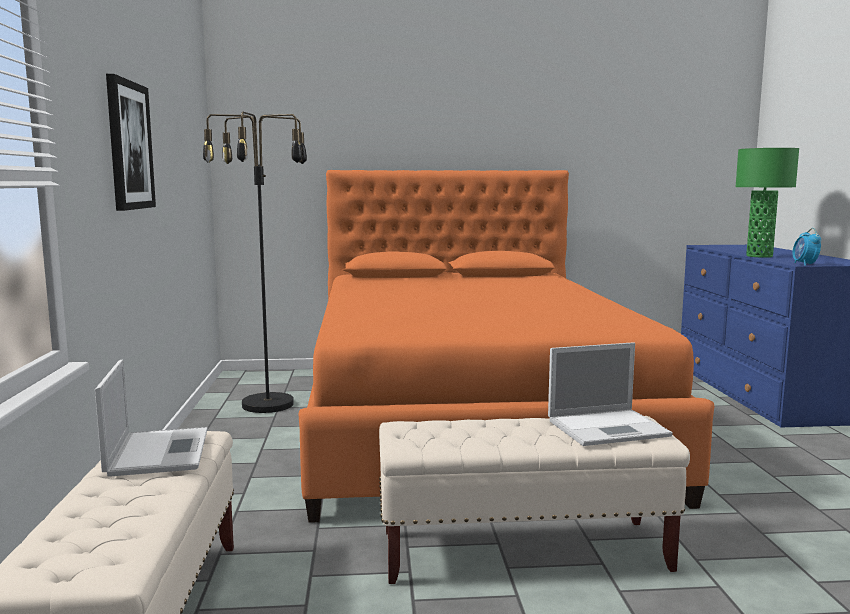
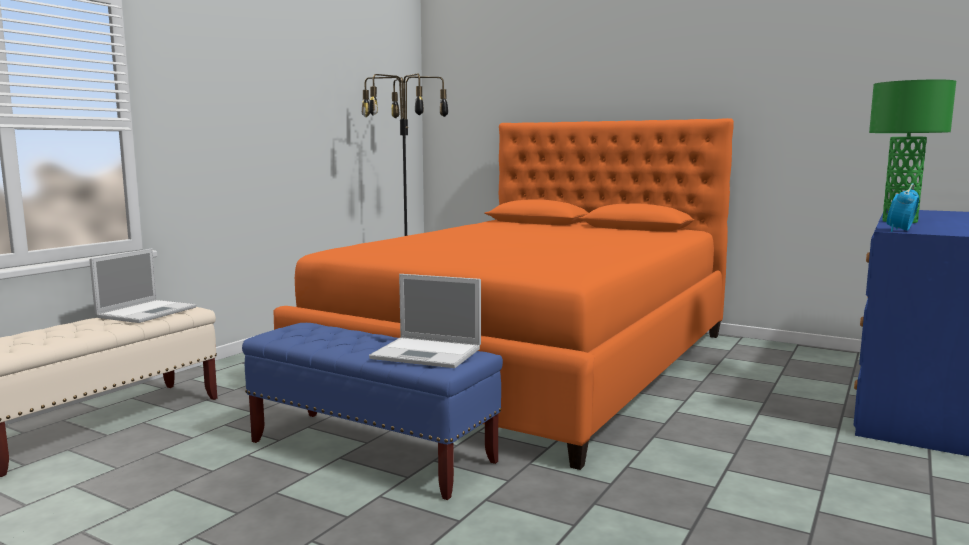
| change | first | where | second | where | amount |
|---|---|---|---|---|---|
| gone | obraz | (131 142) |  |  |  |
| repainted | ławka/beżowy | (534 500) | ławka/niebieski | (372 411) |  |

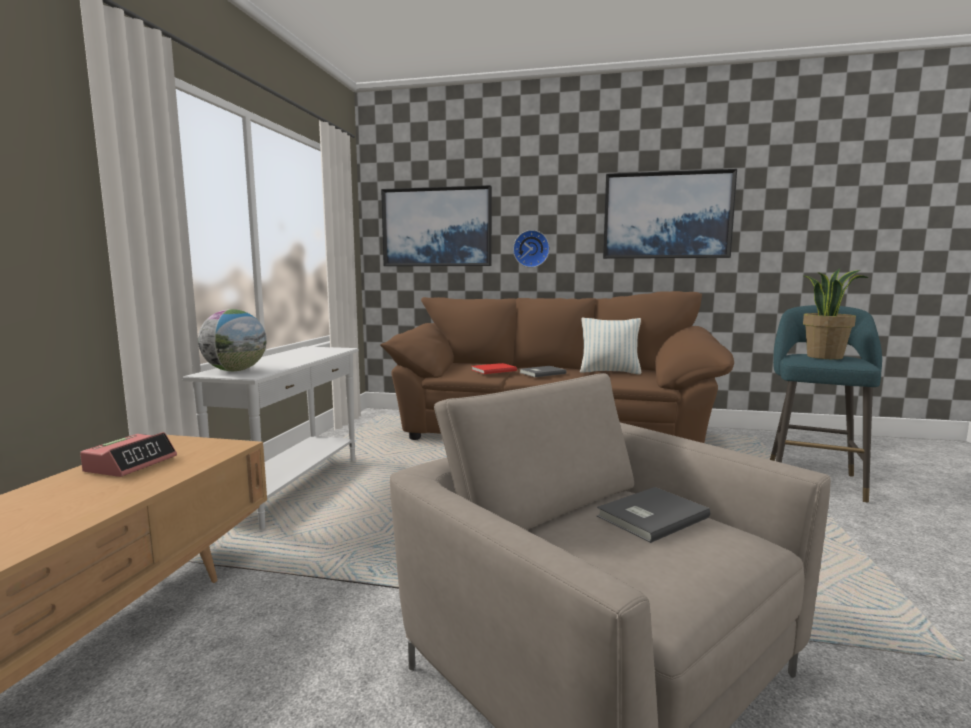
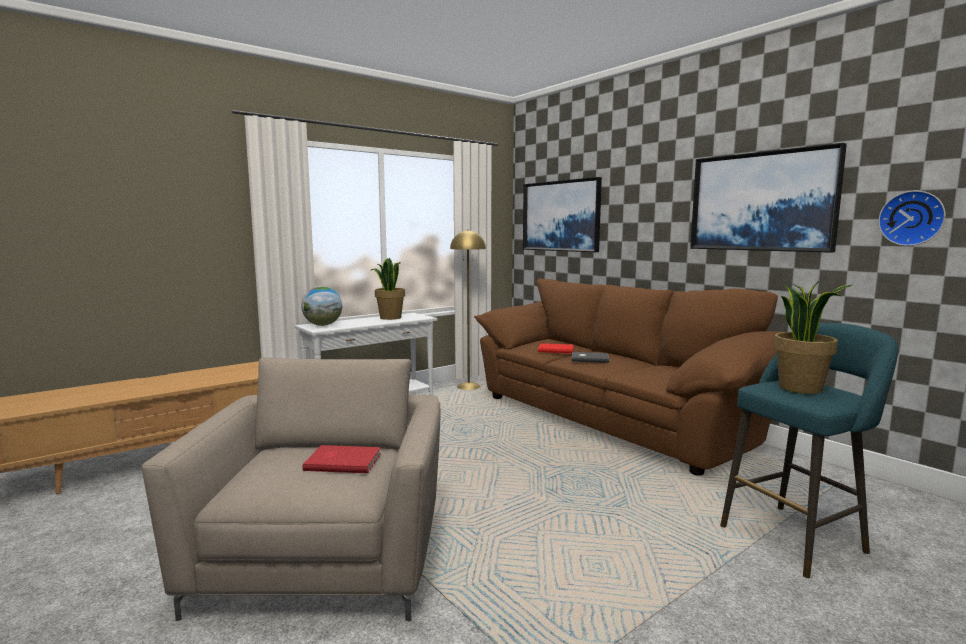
| change | first | where | second | where | amount |
|---|---|---|---|---|---|
| gone | budzik | (128 454) |  |  |  |
| shifted | zegar ścienny | (531 249) |  | (912 218) |  |
| gone | poduszka | (610 346) |  |  |  |
| repainted | książka/szary | (653 515) | książka/czerwony | (342 459) |  |
| new |  |  | roślina doniczkowa | (388 289) |  |
| new |  |  | lampa stojąca/żółty | (468 310) |  |

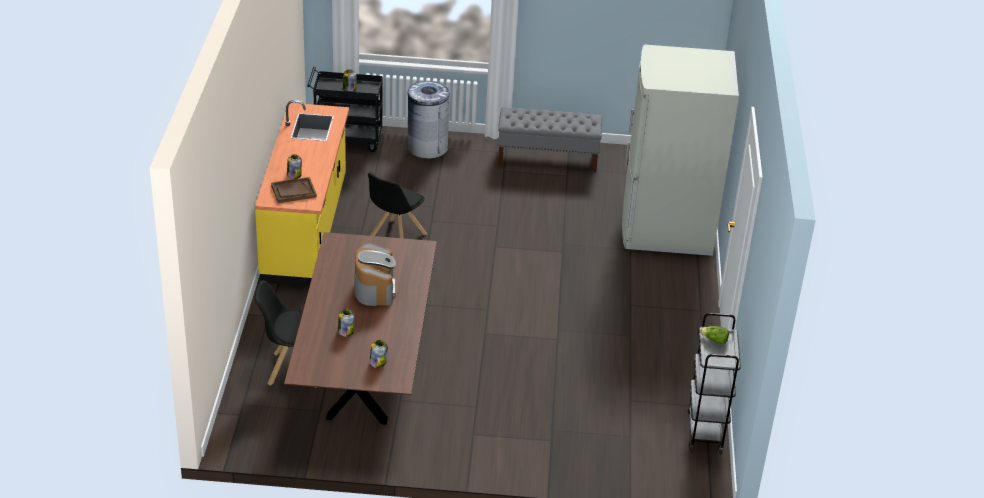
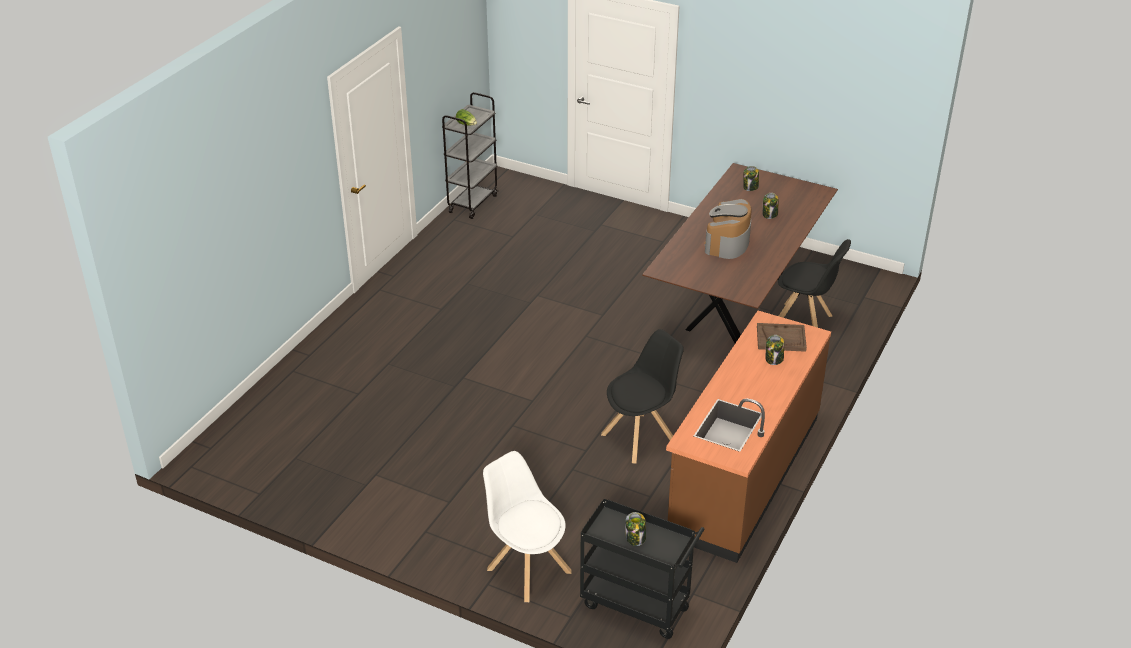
| change | first | where | second | where | amount |
|---|---|---|---|---|---|
| repainted | zabudowa kuchenna/żółty | (302 193) | zabudowa kuchenna/brązowy | (748 437) |  |
| swapped | kosz na śmieci/szary | (429 120) | krzesło/biały | (527 526) |  |
| gone | ławka/szary | (550 140) |  |  |  |
| gone | lodówka/biały | (680 150) |  |  |  |

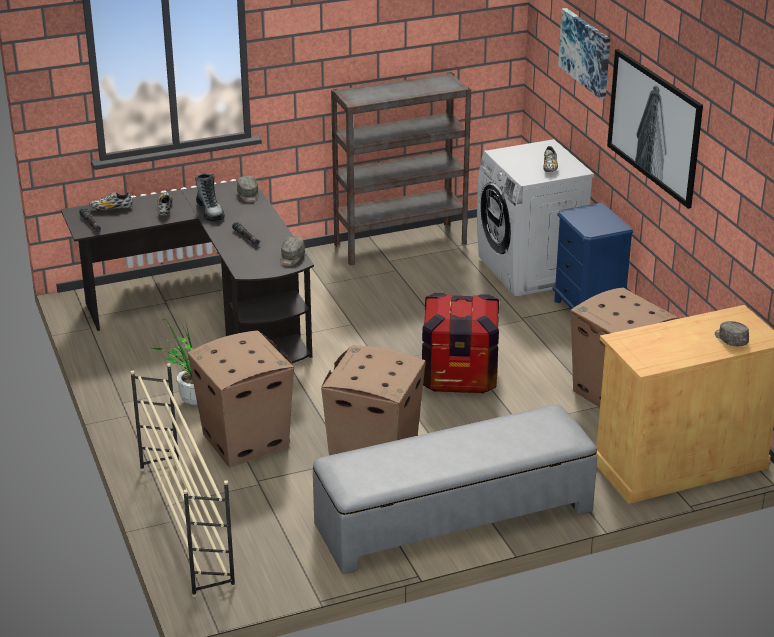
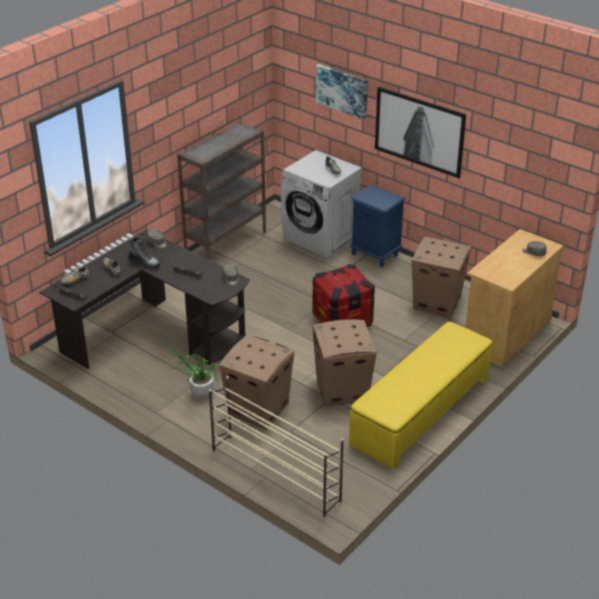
| change | first | where | second | where | amount |
|---|---|---|---|---|---|
| repainted | ławka/szary | (455 489) | ławka/żółty | (421 395) |  |

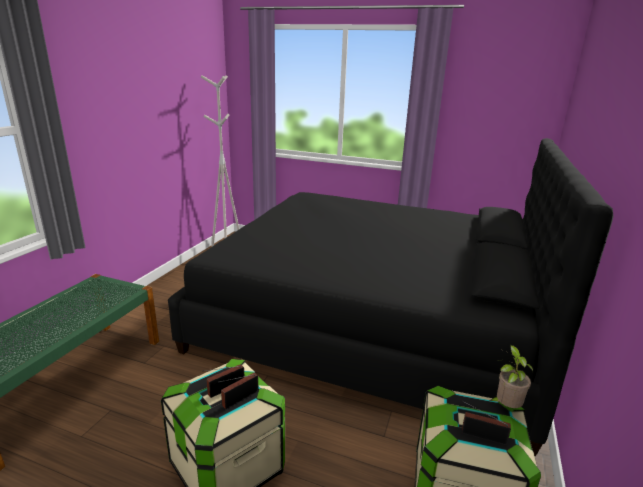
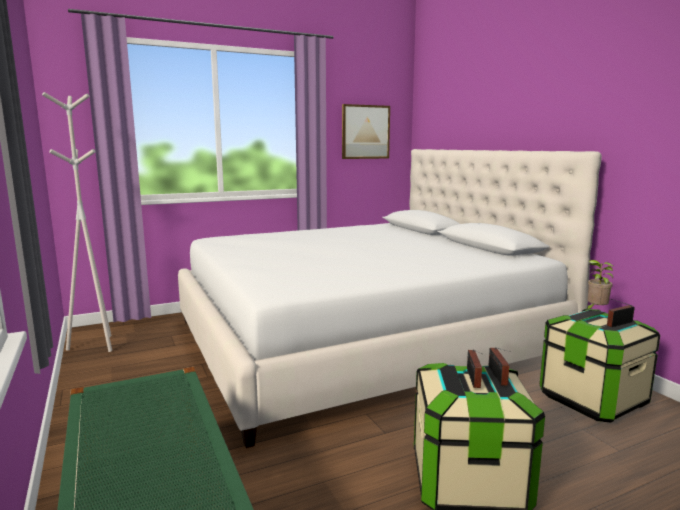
| change | first | where | second | where | amount |
|---|---|---|---|---|---|
| repainted | łóżko/czarny | (391 297) | łóżko/biały | (390 298) |  |
| new |  |  | obraz | (366 131) |  |

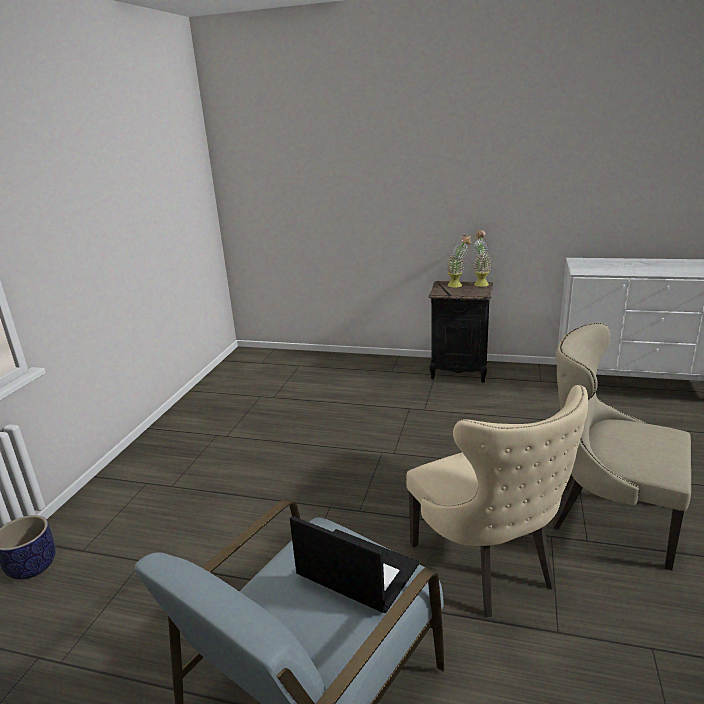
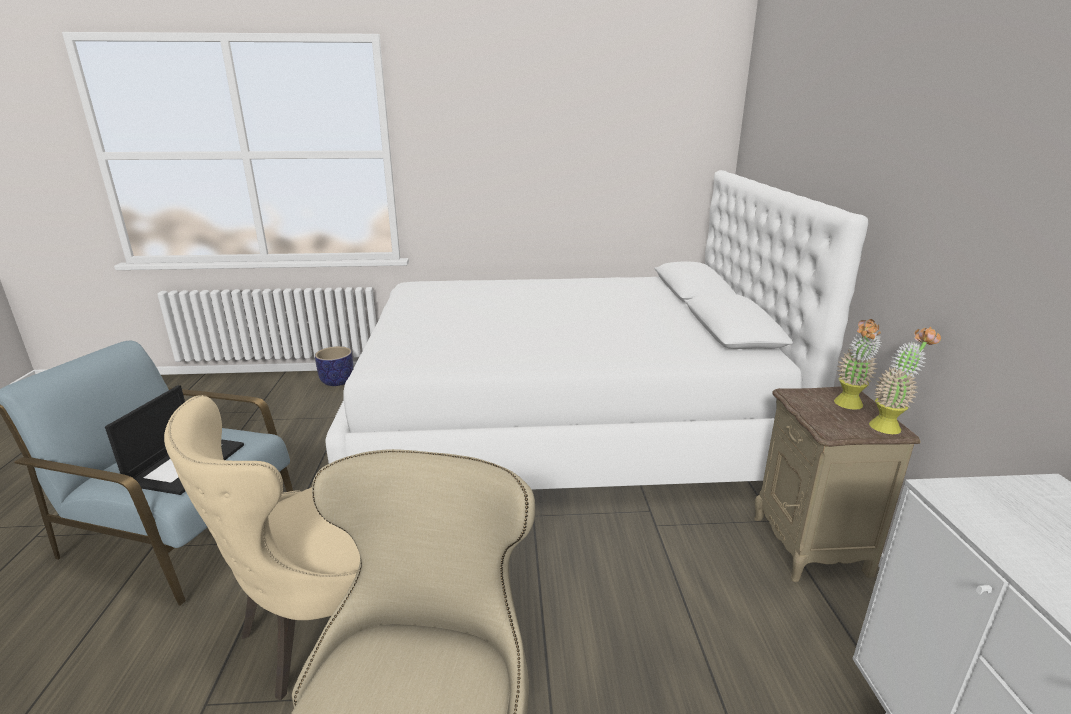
| change | first | where | second | where | amount |
|---|---|---|---|---|---|
| repainted | szafka nocna/czarny | (461 332) | szafka nocna/beżowy | (837 484) |  |
| new |  |  | łóżko/biały | (596 330) |  |

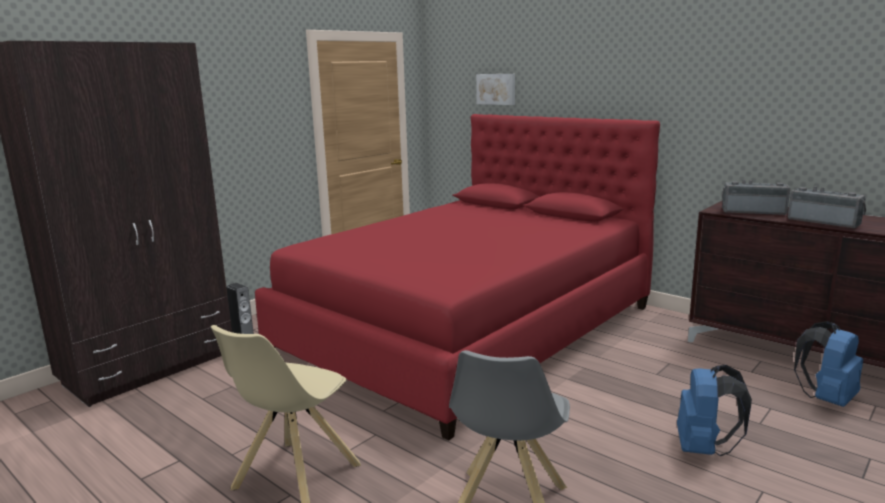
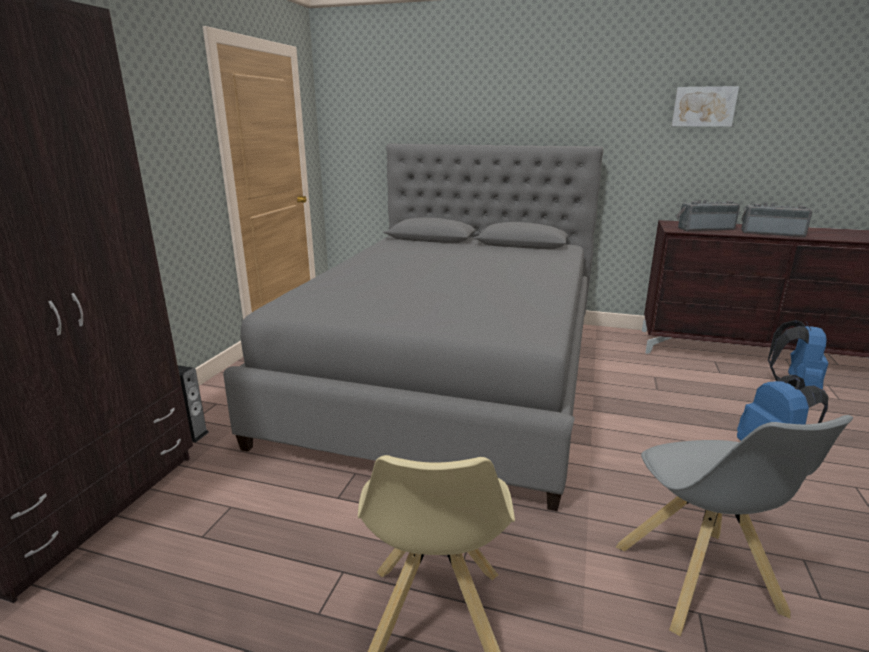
| change | first | where | second | where | amount |
|---|---|---|---|---|---|
| repainted | łóżko/czerwony | (457 277) | łóżko/szary | (413 327) |  |
| shifted | obraz | (495 89) |  | (705 106) |  |

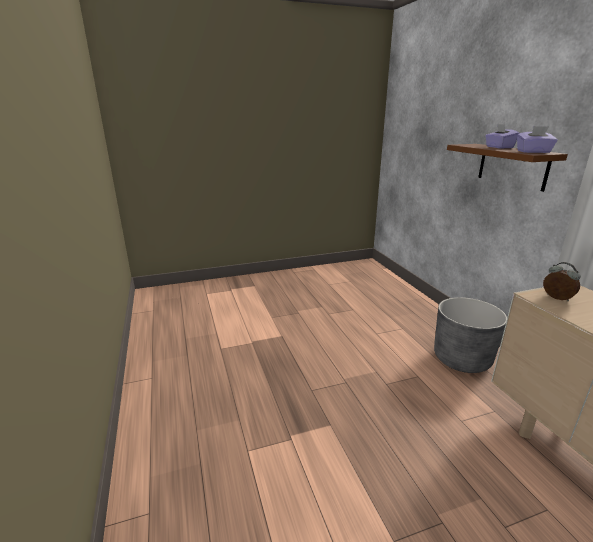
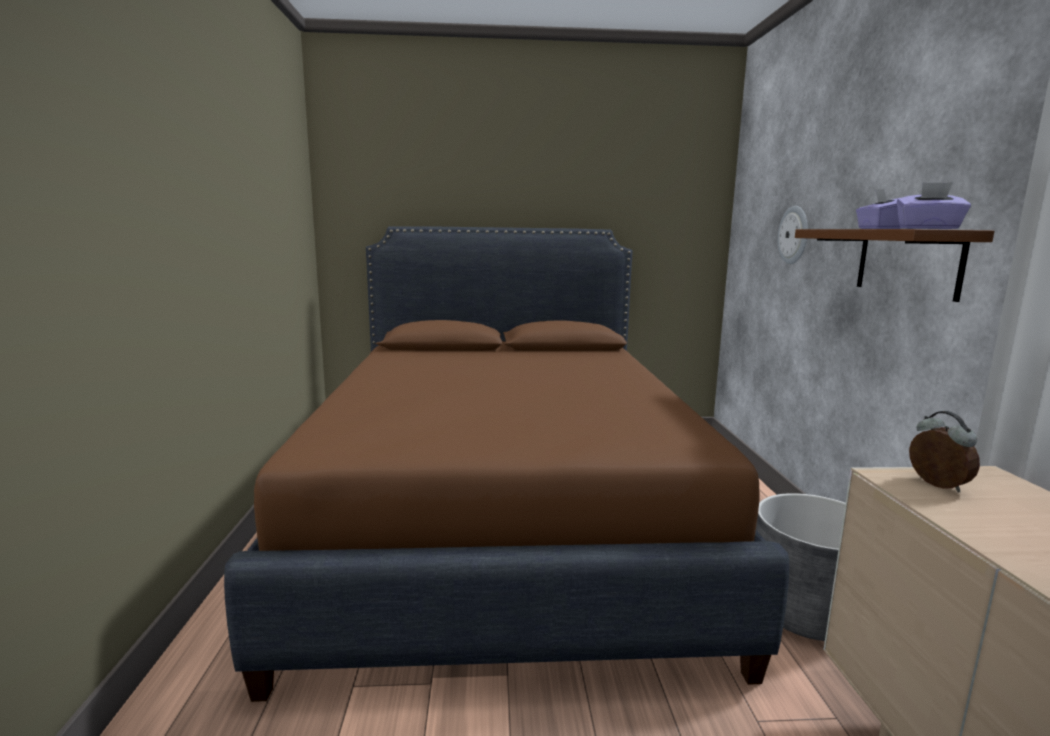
| change | first | where | second | where | amount |
|---|---|---|---|---|---|
| new |  |  | łóżko/brązowy | (506 464) |  |
| new |  |  | zegar ścienny | (793 235) |  |

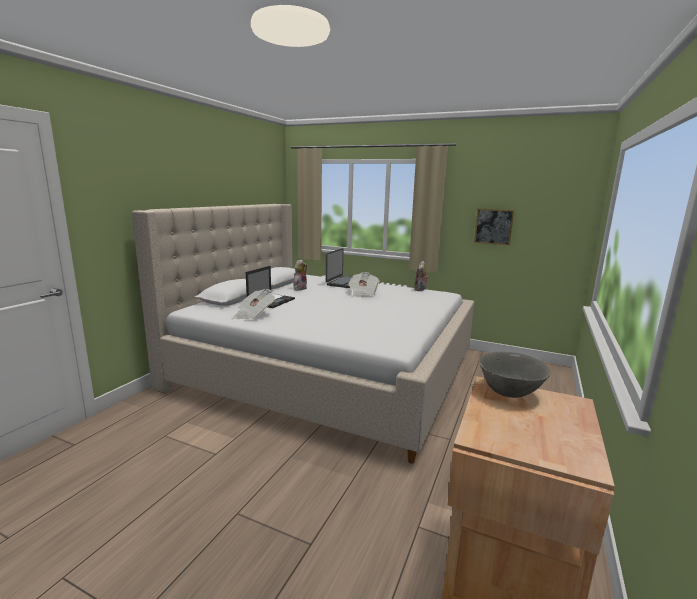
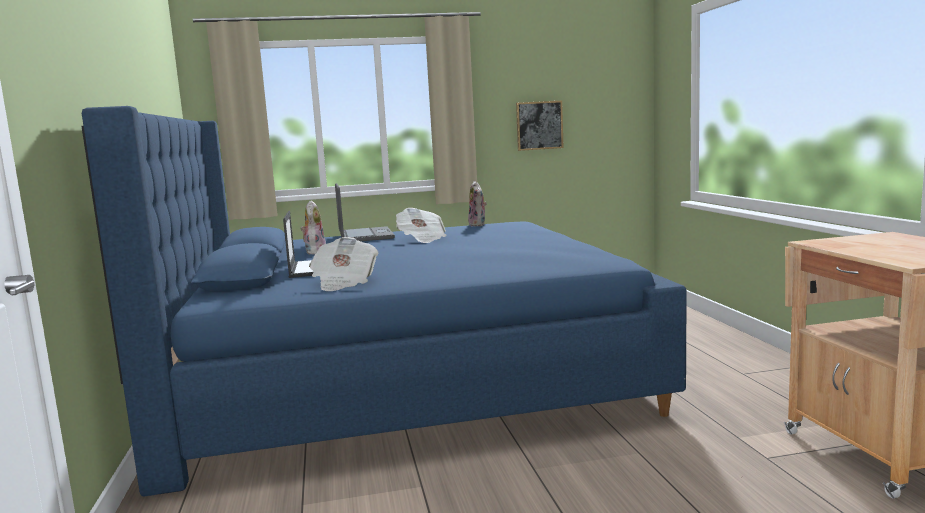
| change | first | where | second | where | amount |
|---|---|---|---|---|---|
| repainted | łóżko/beżowy | (303 334) | łóżko/niebieski | (384 301) |  |
| gone | miska/szary | (515 375) |  |  |  |

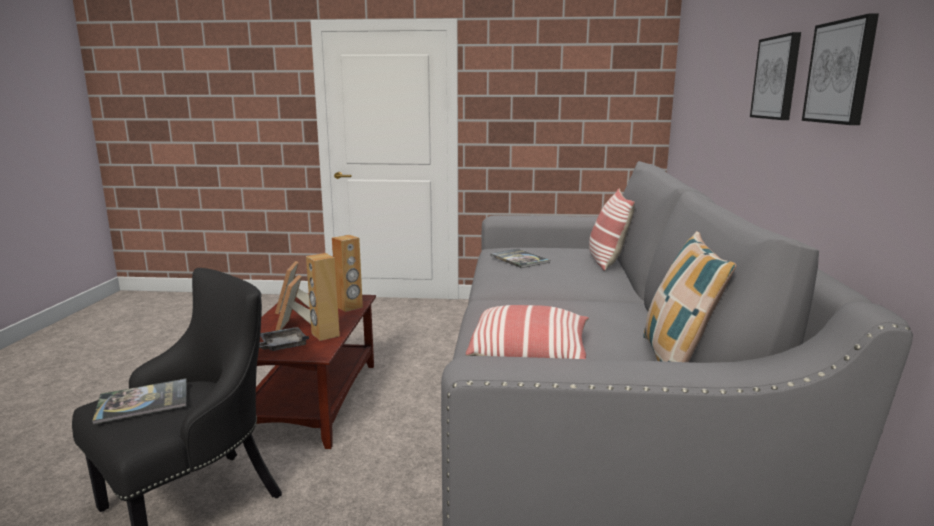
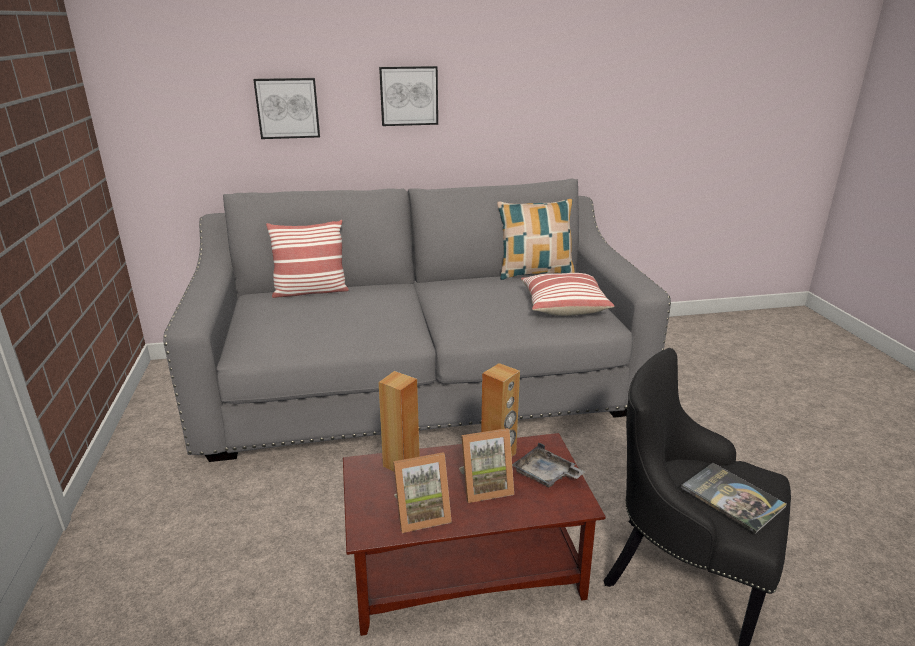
| change | first | where | second | where | amount |
|---|---|---|---|---|---|
| gone | książka | (520 258) |  |  |  |
| shifted | obraz | (840 69) |  | (286 108) |  |

